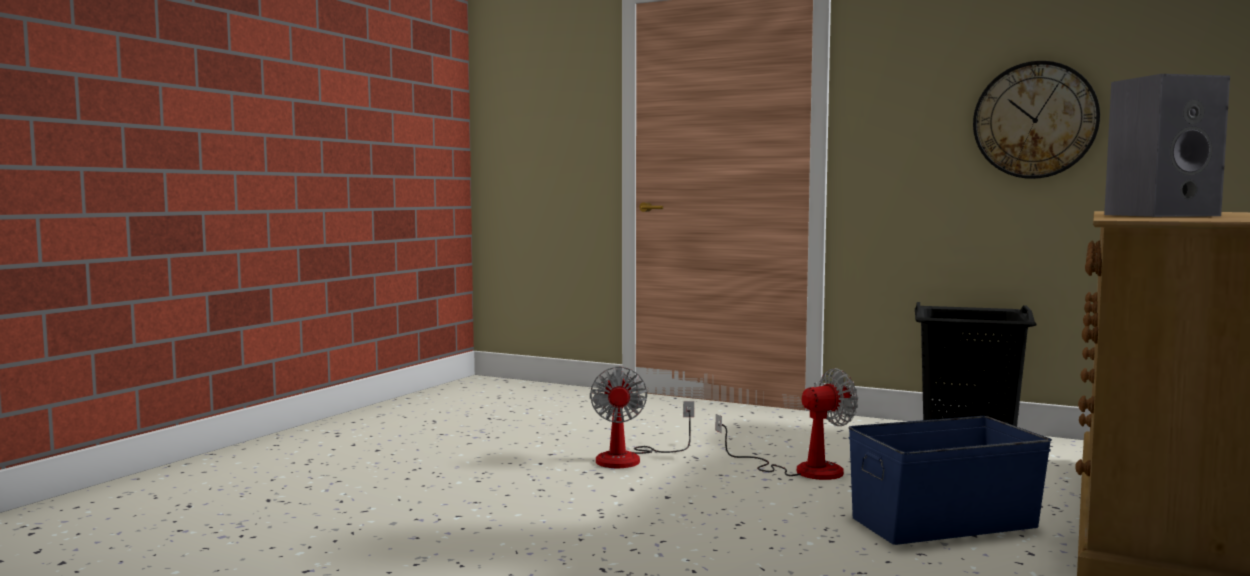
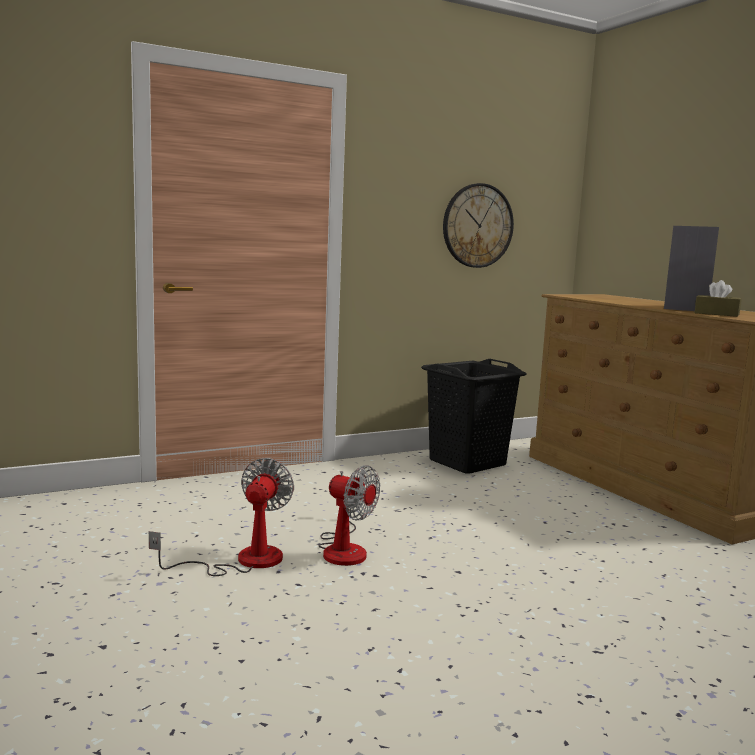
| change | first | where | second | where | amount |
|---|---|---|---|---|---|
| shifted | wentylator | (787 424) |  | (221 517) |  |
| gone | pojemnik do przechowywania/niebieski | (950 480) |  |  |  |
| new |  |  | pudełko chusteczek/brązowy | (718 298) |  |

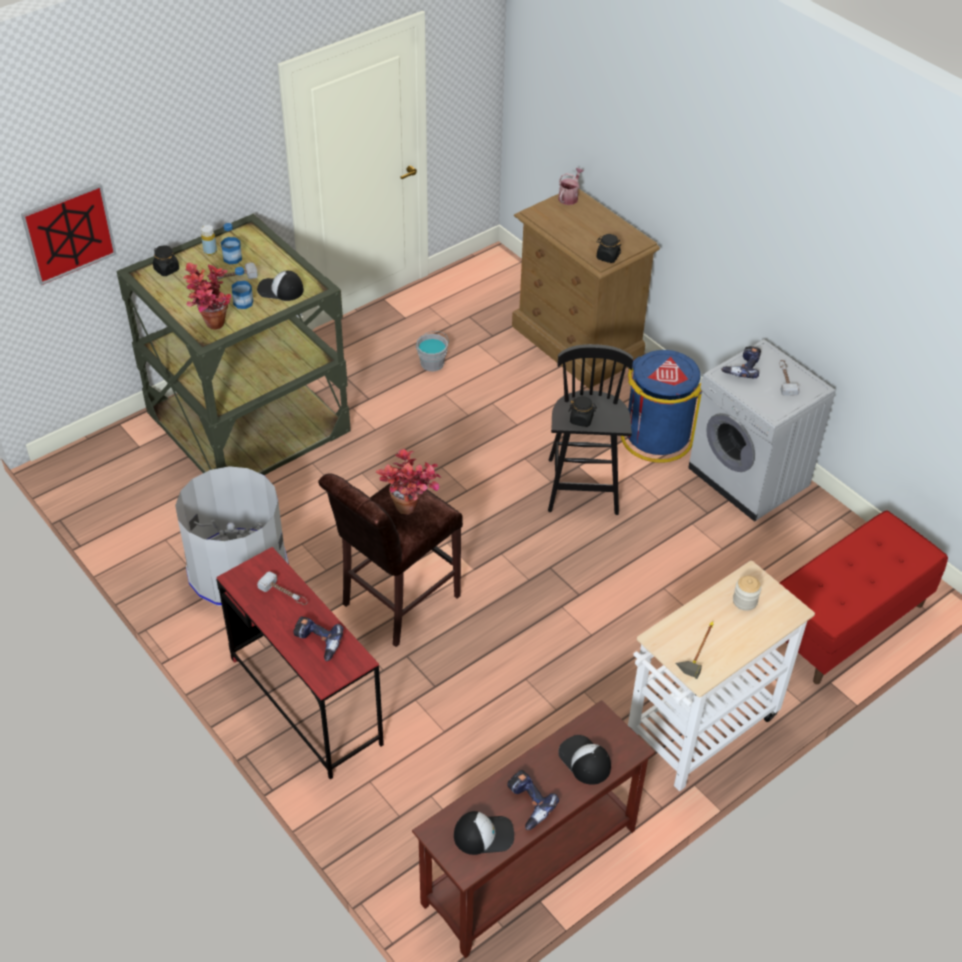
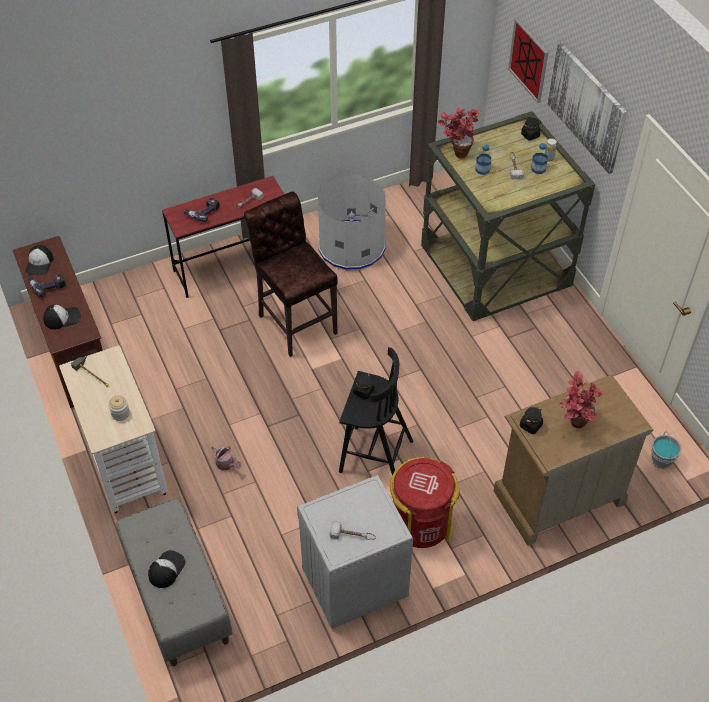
| change | first | where | second | where | amount |
|---|---|---|---|---|---|
| shifted | czapka z daszkiem | (280 286) |  | (166 569) |  |
| shifted | roślina doniczkowa | (408 482) |  | (582 400) |  |
| shifted | wiadro/szary | (432 351) |  | (666 450) |  |
| shifted | konewka | (571 186) |  | (226 457) |  |
| repainted | kosz na śmieci/niebieski | (661 406) | kosz na śmieci/czerwony | (425 502) |  |
| gone | wiertarka | (741 362) |  |  |  |
| repainted | ławka/czerwony | (864 597) | ławka/szary | (174 582) |  |
| new |  |  | obraz | (587 108) |  |

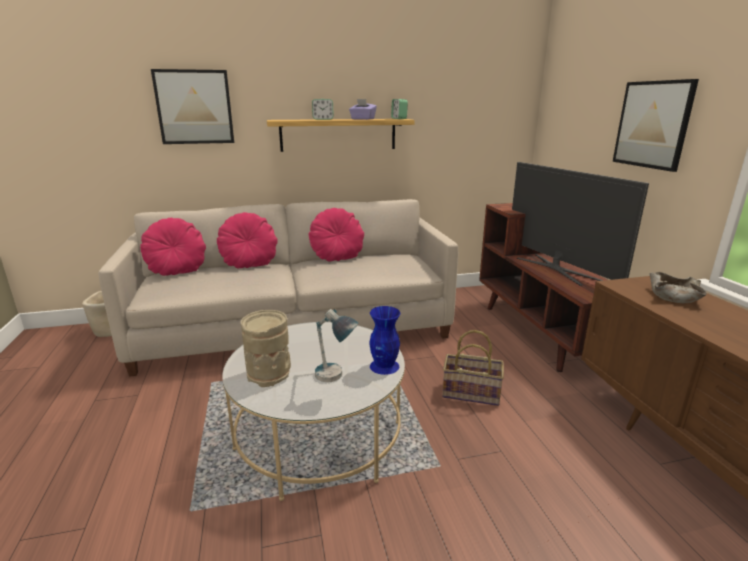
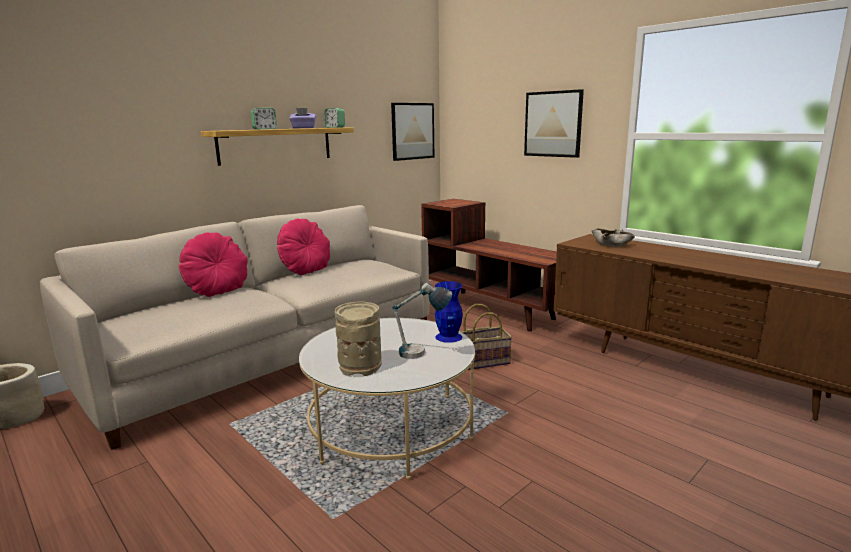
| change | first | where | second | where | amount |
|---|---|---|---|---|---|
| gone | poduszka/różowy | (173 247) |  |  |  |
| shifted | obraz | (192 106) |  | (412 132) |  |
| gone | telewizor | (580 224) |  |  |  |

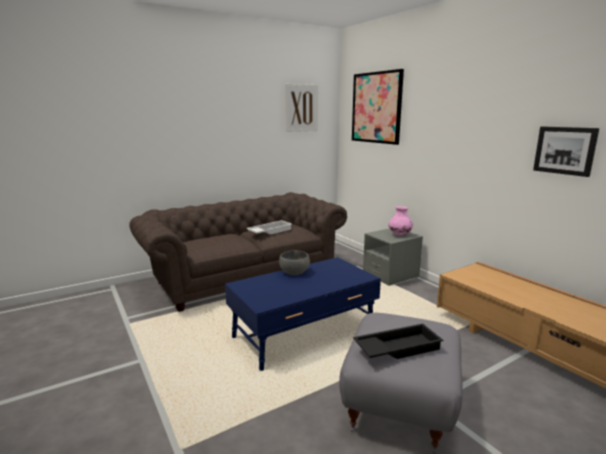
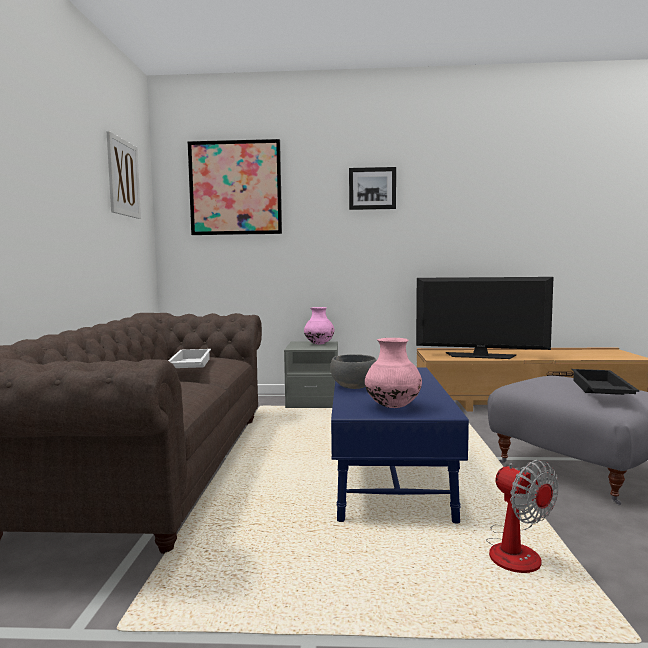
| change | first | where | second | where | amount |
|---|---|---|---|---|---|
| shifted | obraz | (566 151) |  | (372 188) |  |
| new |  |  | wazon/różowy | (393 373) |  |
| new |  |  | telewizor | (485 318) |  |
| new |  |  | wentylator | (522 516) |  |

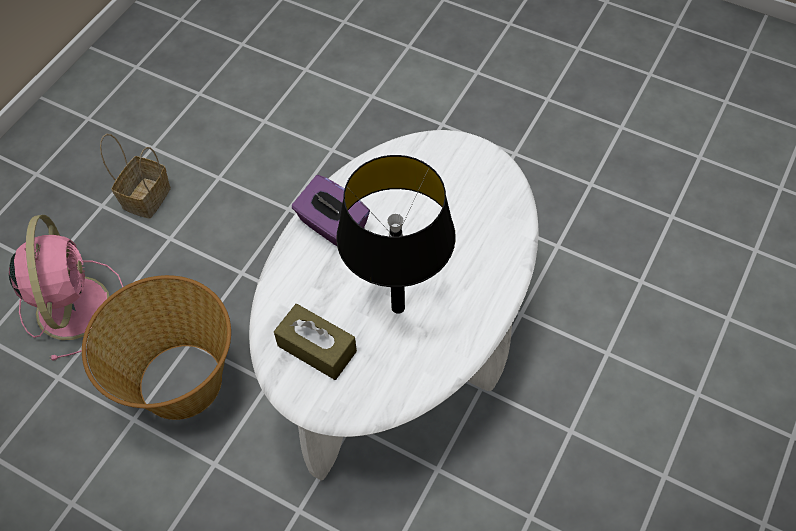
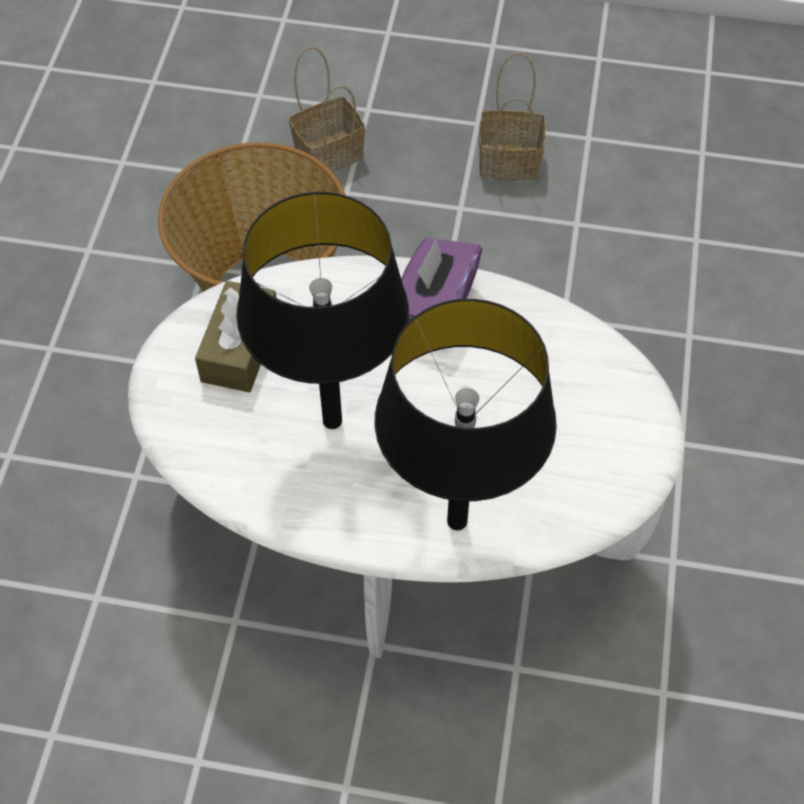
| change | first | where | second | where | amount |
|---|---|---|---|---|---|
| swapped | wentylator/różowy | (66 288) | koszyk | (327 109) |  |
| new |  |  | lampa stołowa/czarny | (466 414) |  |

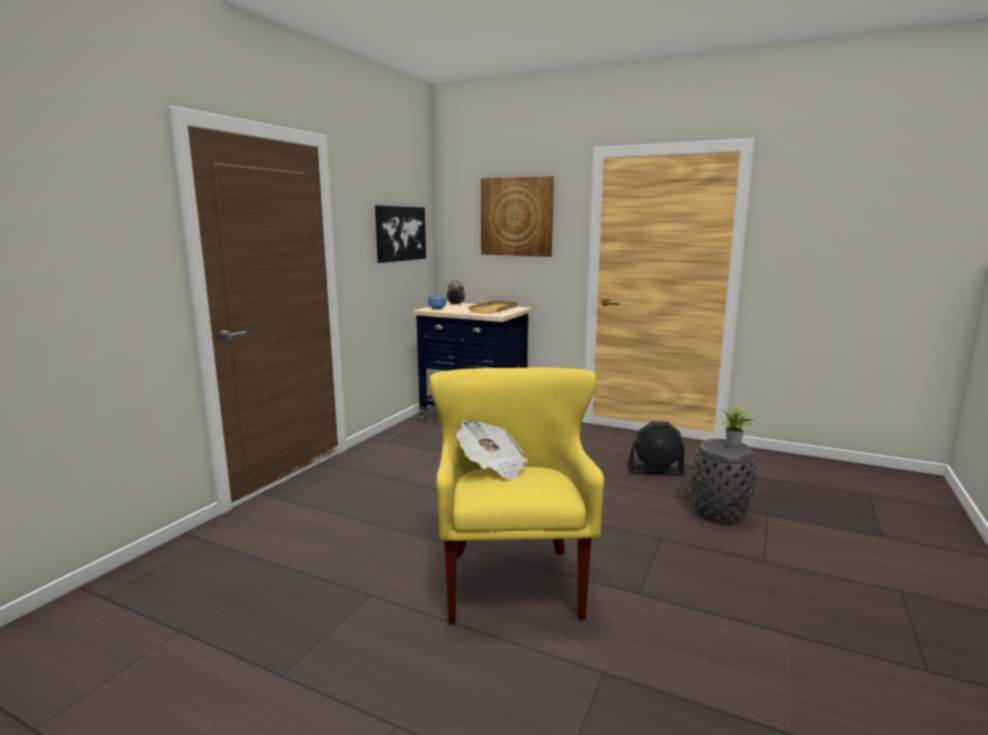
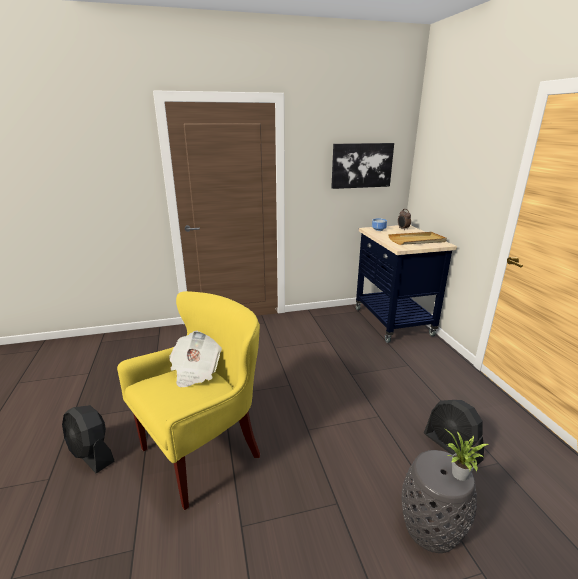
| change | first | where | second | where | amount |
|---|---|---|---|---|---|
| gone | obraz | (517 216) |  |  |  |
| new |  |  | wentylator/czarny | (88 439) |  |

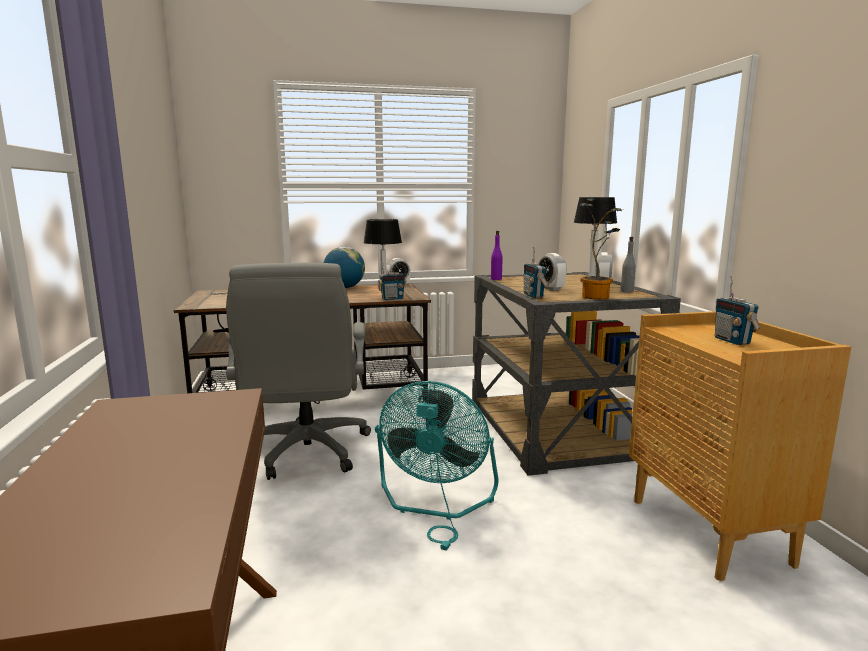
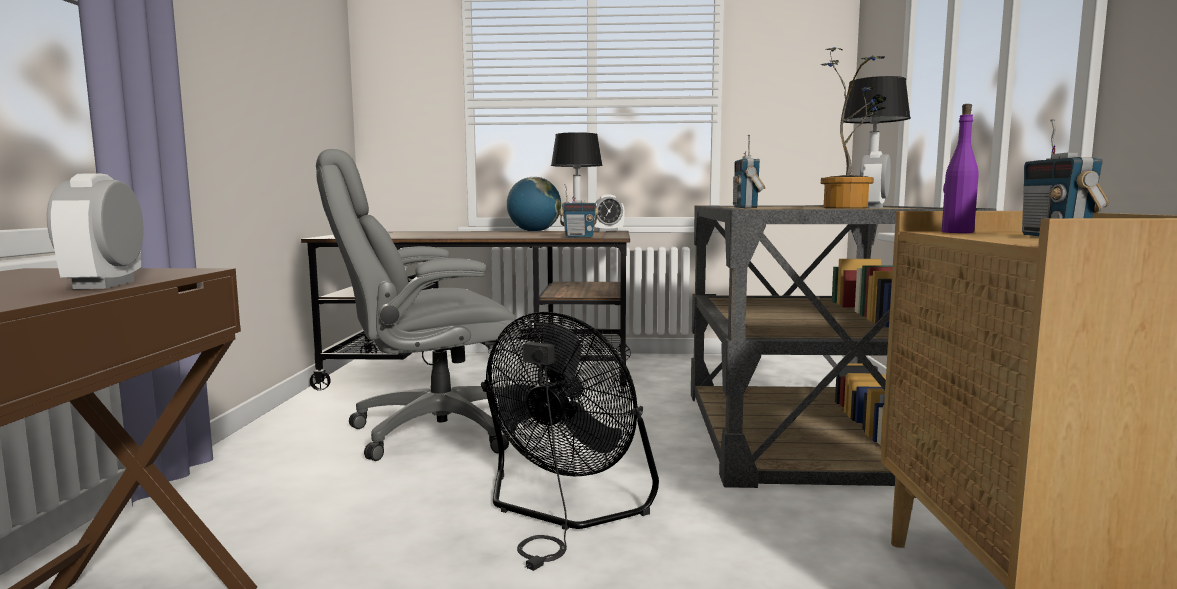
| change | first | where | second | where | amount |
|---|---|---|---|---|---|
| rotated | krzesło biurowe/szary | (298 371) |  | (418 305) | 60 degrees clockwise |
| repainted | wentylator/turkusowy | (437 466) | wentylator/czarny | (570 441) |  |
| shifted | butelka/fioletowy | (497 255) |  | (960 168) |  |
| shifted | budzik | (553 272) |  | (95 231) |  |
| gone | butelka/szary | (628 265) |  |  |  |

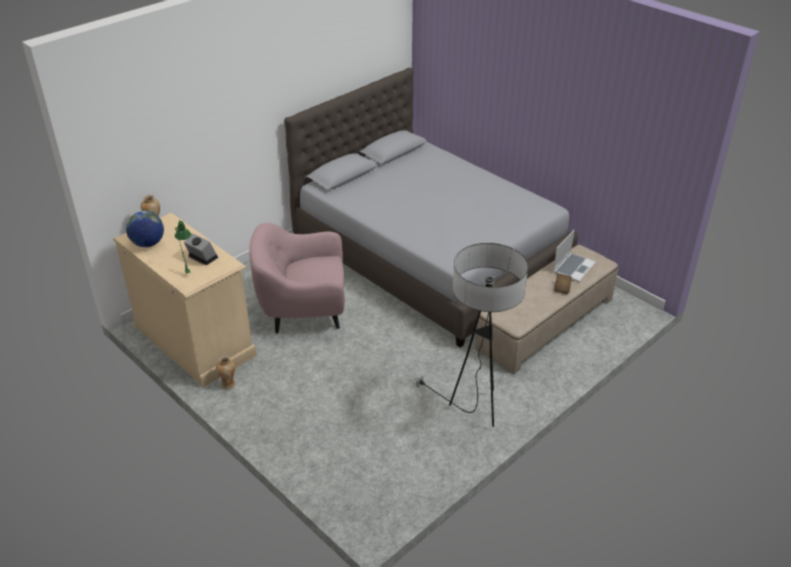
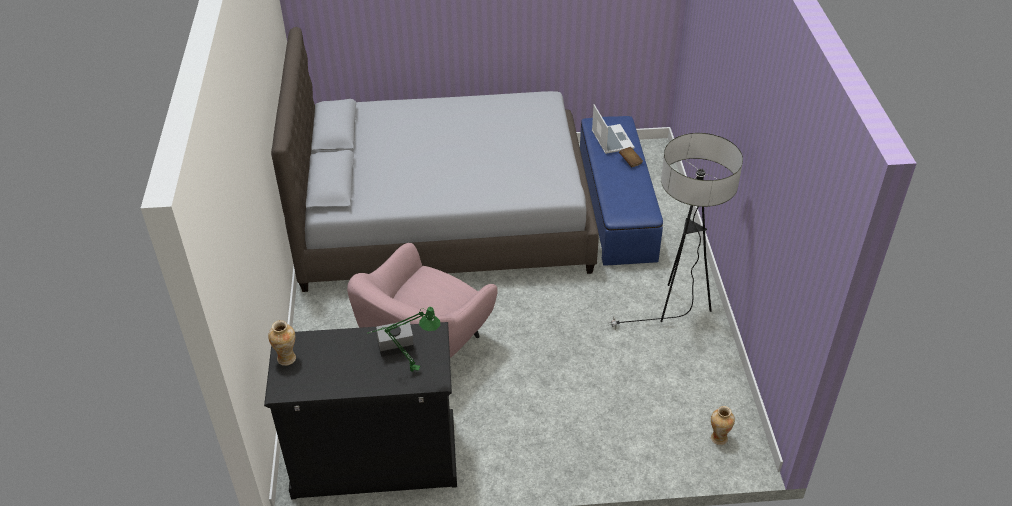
| change | first | where | second | where | amount |
|---|---|---|---|---|---|
| repainted | komoda/beżowy | (185 300) | komoda/czarny | (360 410) |  |
| gone | globus | (145 229) |  |  |  |
| shifted | wazon | (225 373) |  | (723 425) |  |
| repainted | ławka/beżowy | (546 309) | ławka/niebieski | (621 191) |  |

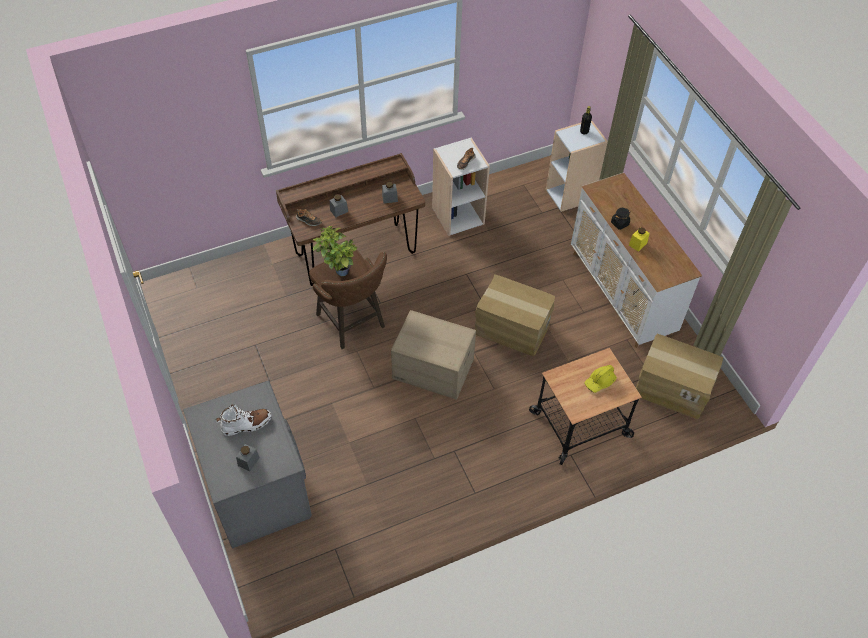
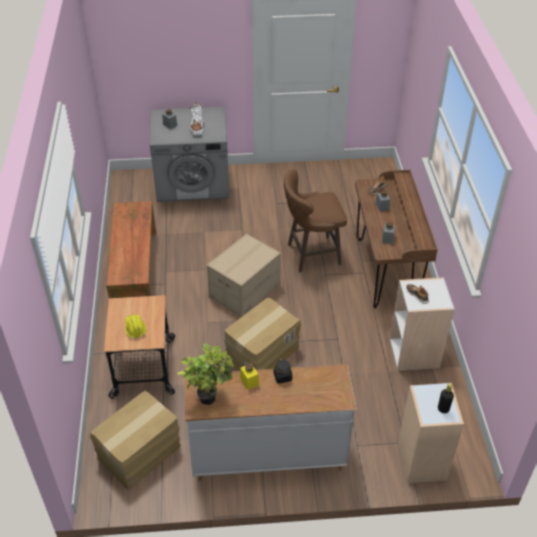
| change | first | where | second | where | amount |
|---|---|---|---|---|---|
| shifted | roślina doniczkowa | (335 251) |  | (205 374) |  |
| new |  |  | ławka/brązowy | (131 249) |  |

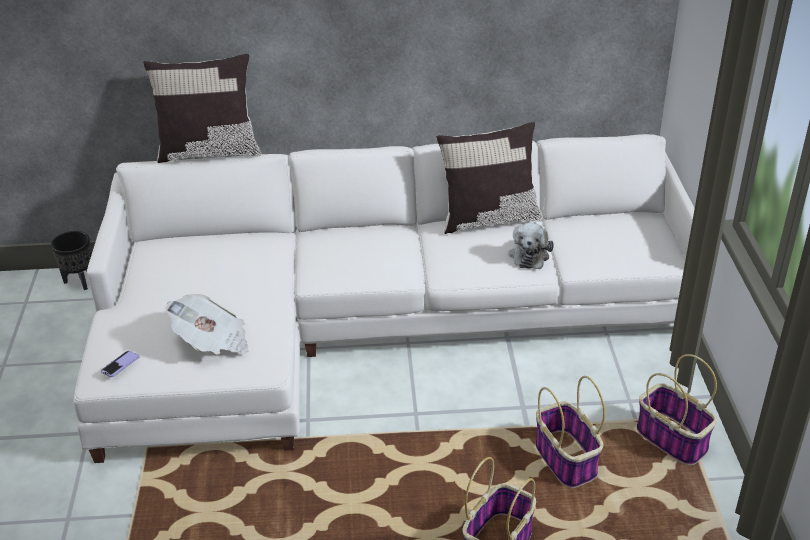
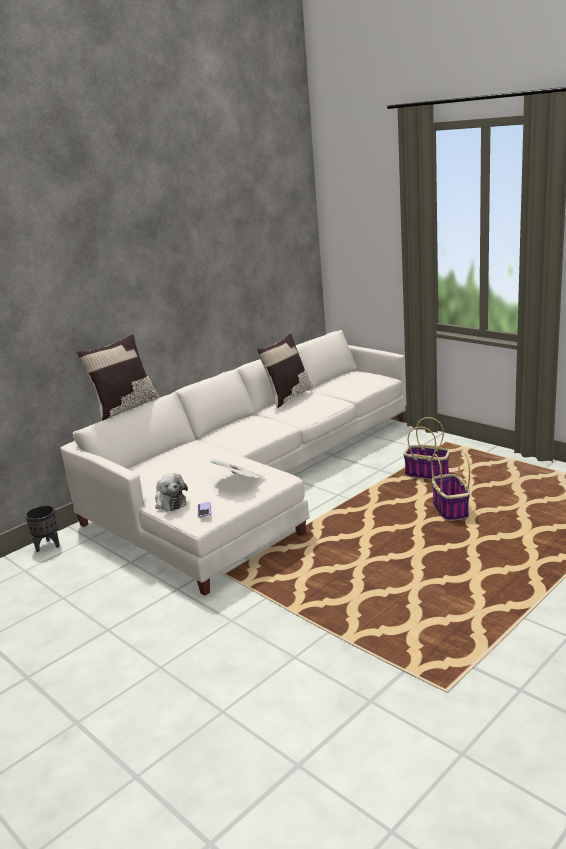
| change | first | where | second | where | amount |
|---|---|---|---|---|---|
| shifted | pluszak | (531 246) |  | (171 492) |  |
| gone | koszyk | (676 409) |  |  |  |

